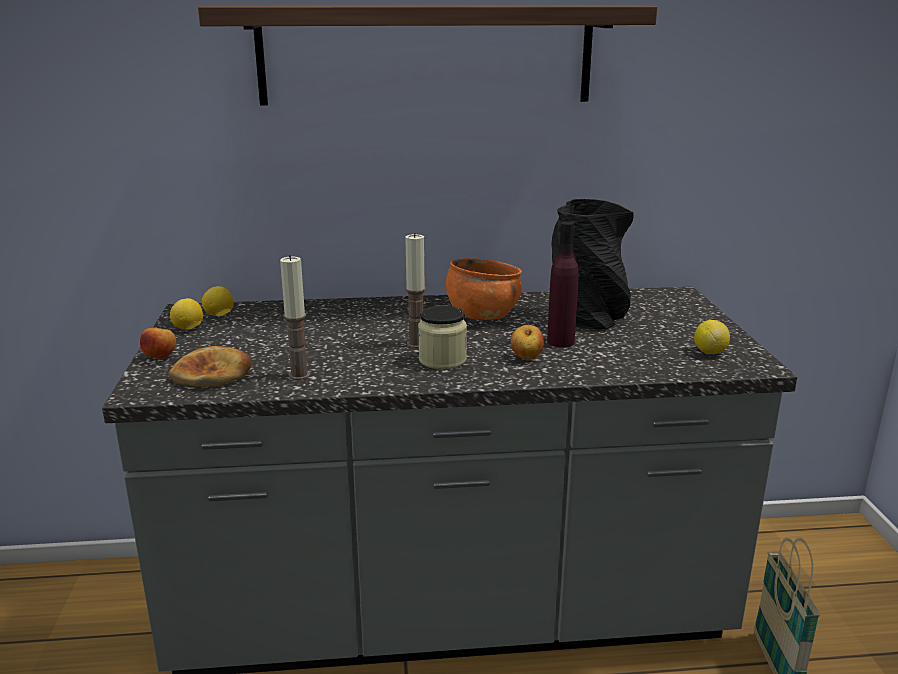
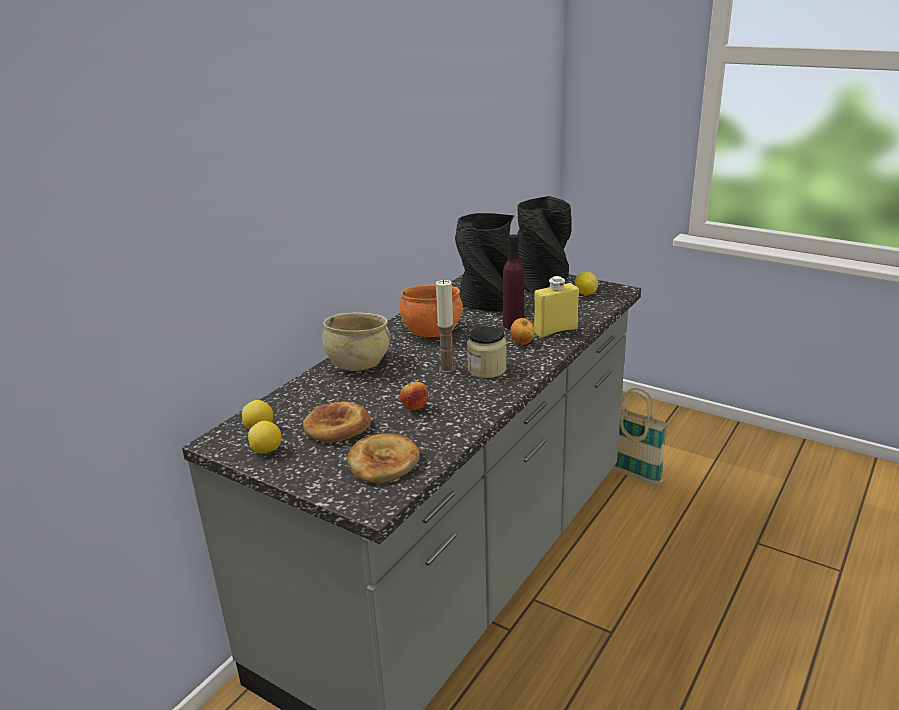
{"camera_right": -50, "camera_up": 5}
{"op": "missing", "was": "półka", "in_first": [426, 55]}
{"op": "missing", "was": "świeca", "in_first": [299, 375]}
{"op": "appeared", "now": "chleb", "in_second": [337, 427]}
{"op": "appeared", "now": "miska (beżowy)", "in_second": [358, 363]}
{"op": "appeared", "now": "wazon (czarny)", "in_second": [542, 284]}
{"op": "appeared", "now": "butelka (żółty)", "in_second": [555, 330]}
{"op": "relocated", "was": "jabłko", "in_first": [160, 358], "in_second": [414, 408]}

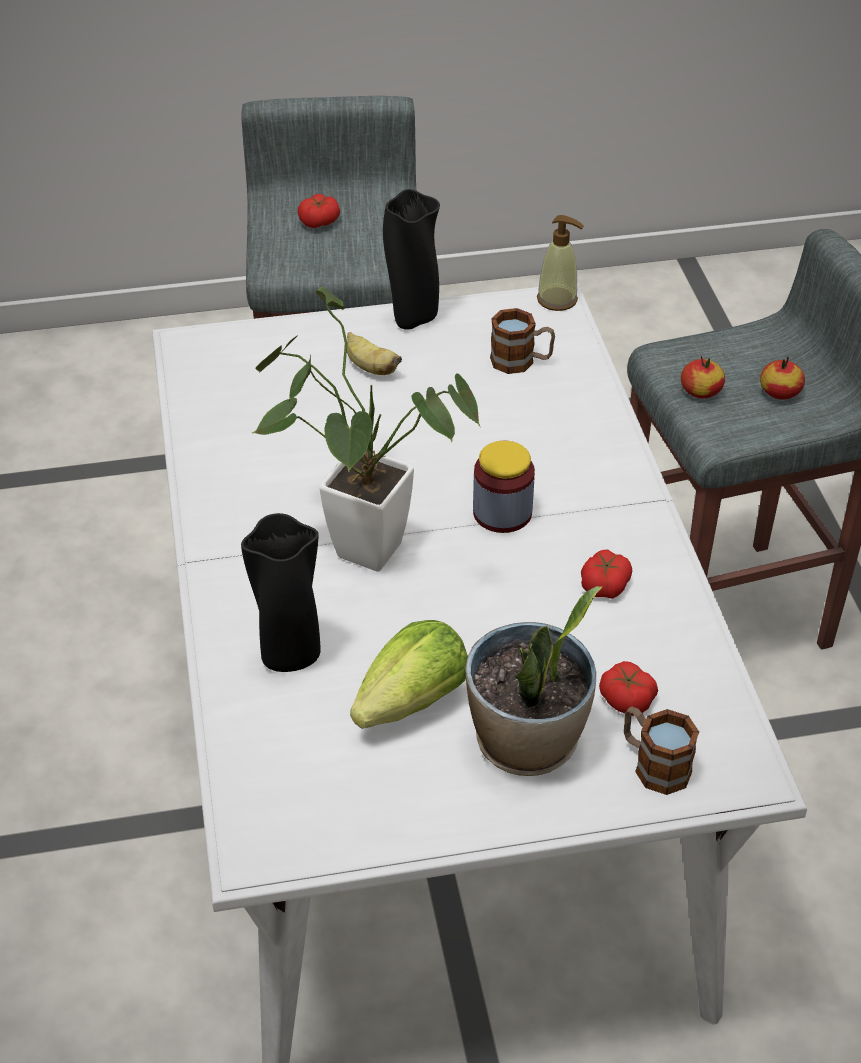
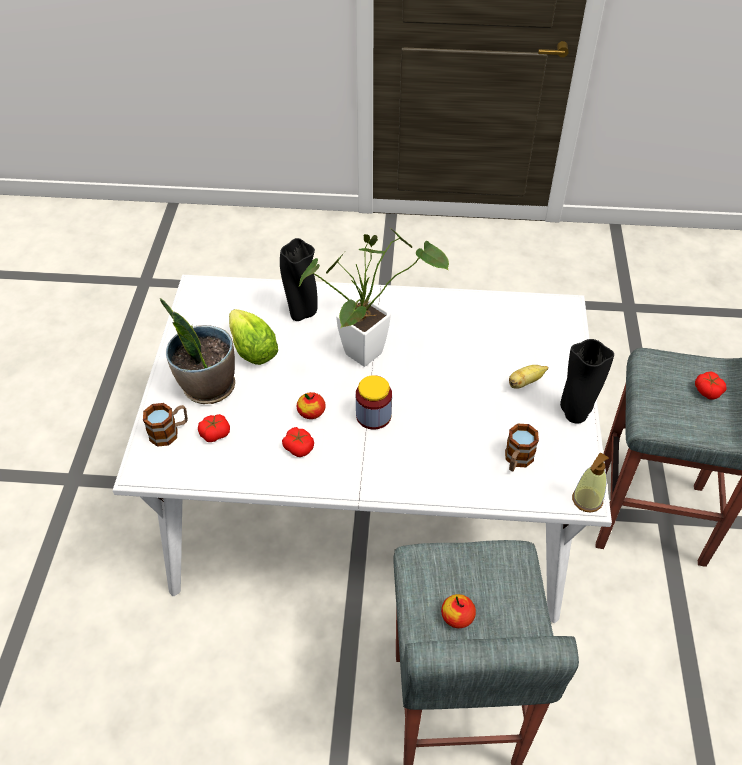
{"camera_right": 105, "camera_up": 5}
{"op": "relocated", "was": "jabłko", "in_first": [700, 391], "in_second": [311, 412]}

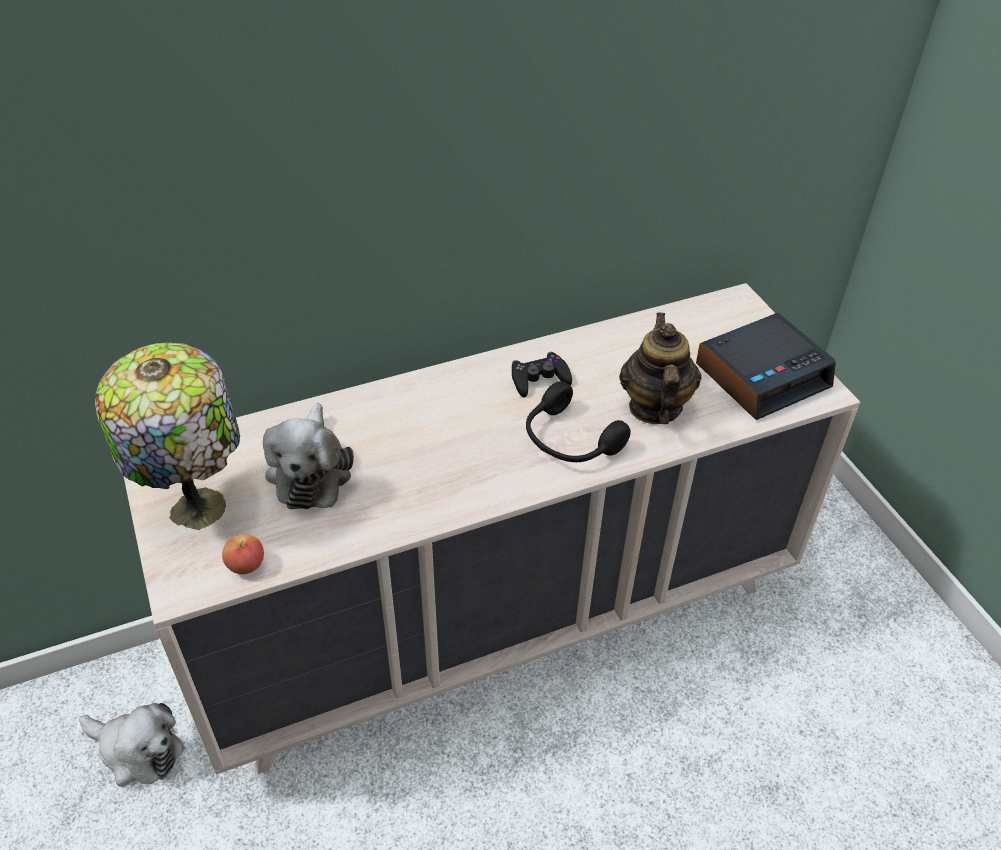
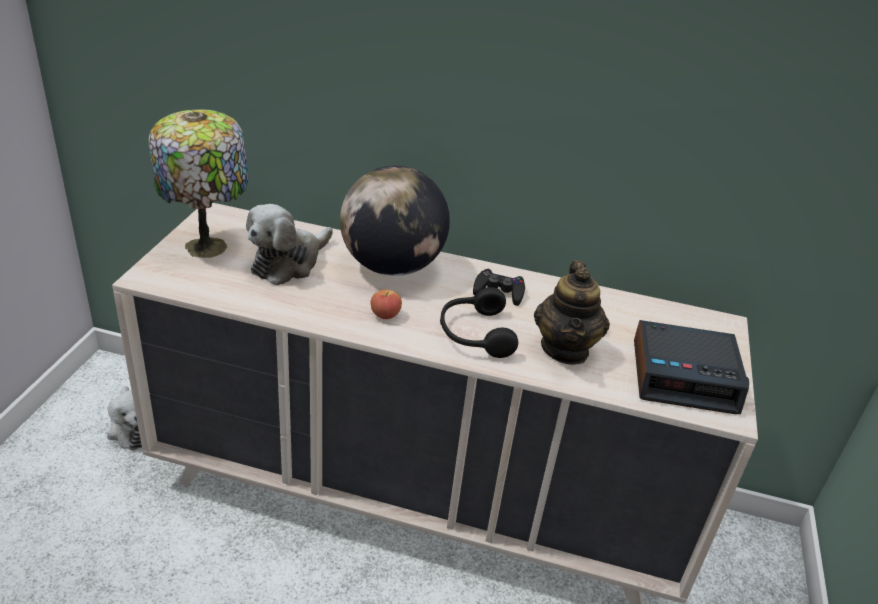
{"camera_right": 35, "camera_up": -10}
{"op": "appeared", "now": "globus", "in_second": [391, 266]}
{"op": "relocated", "was": "jabłko", "in_first": [246, 565], "in_second": [385, 315]}
{"op": "spun", "was": "imbryk", "in_first": [654, 407], "in_second": [565, 349], "clockwise": 150}

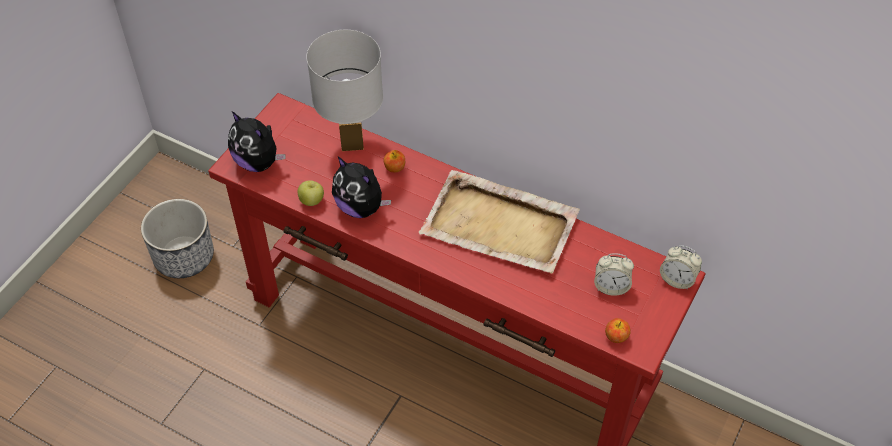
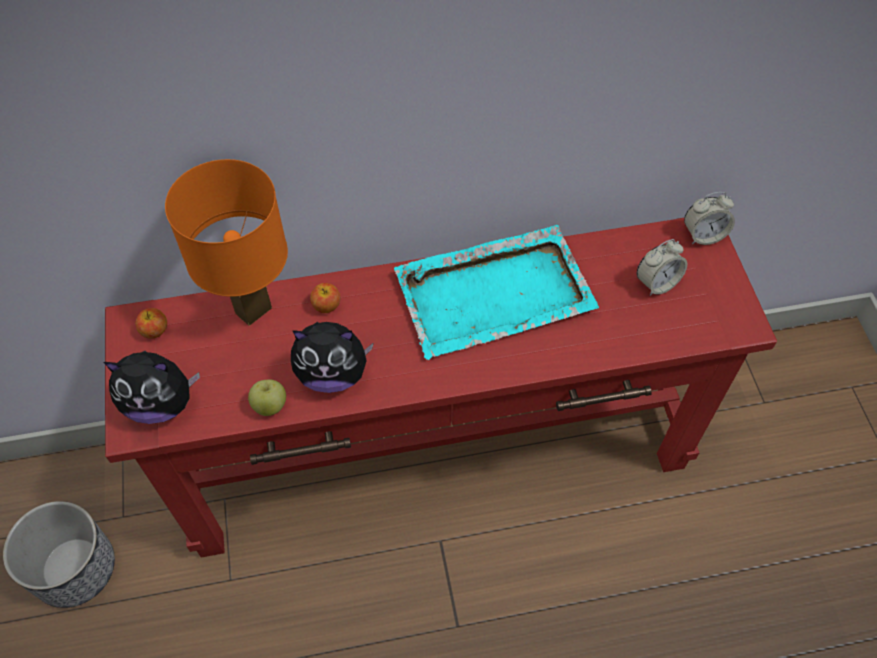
{"camera_right": -40, "camera_up": 5}
{"op": "relocated", "was": "jabłko", "in_first": [616, 337], "in_second": [155, 331]}
{"op": "colour", "was": "lampa stołowa (biały)", "now": "lampa stołowa (pomarańczowy)", "in_first": [352, 144], "in_second": [253, 310]}
{"op": "colour", "was": "taca (beżowy)", "now": "taca (turkusowy)", "in_first": [501, 226], "in_second": [496, 294]}

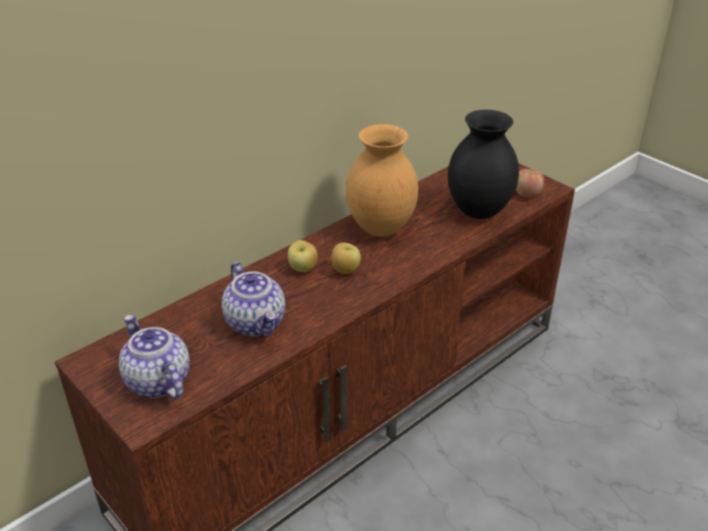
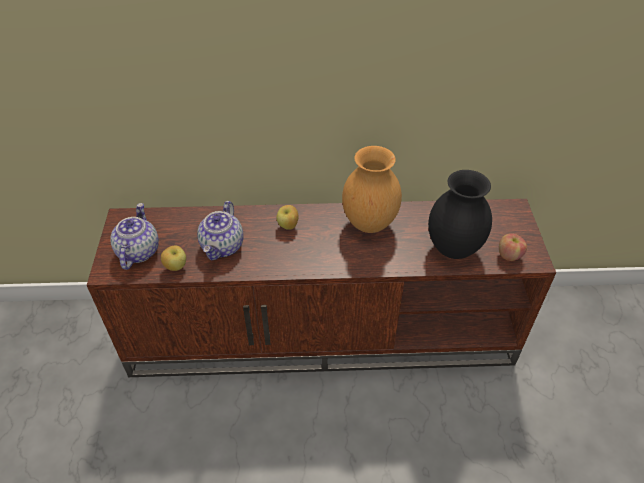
{"camera_right": 40, "camera_up": 10}
{"op": "relocated", "was": "jabłko", "in_first": [345, 270], "in_second": [176, 266]}

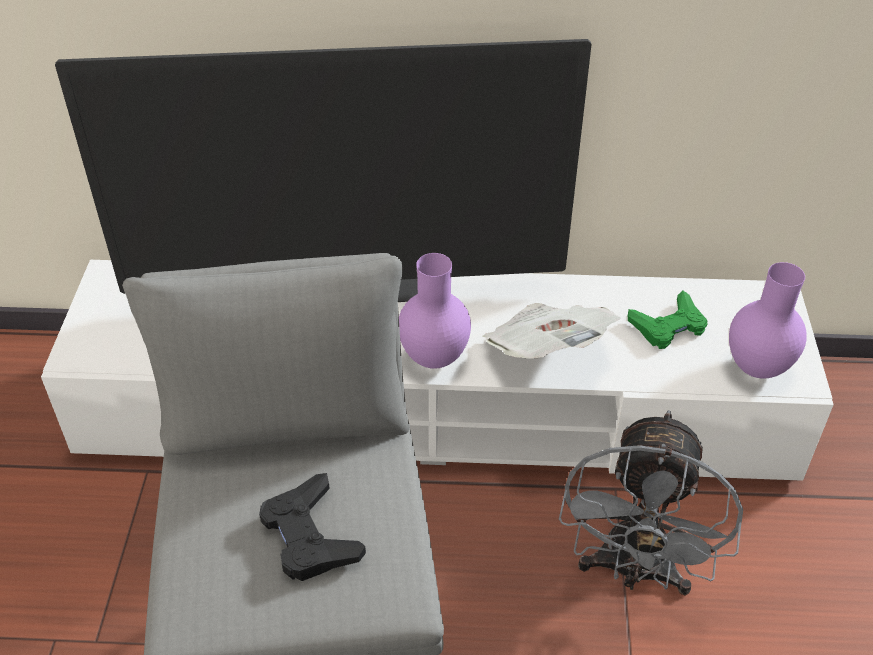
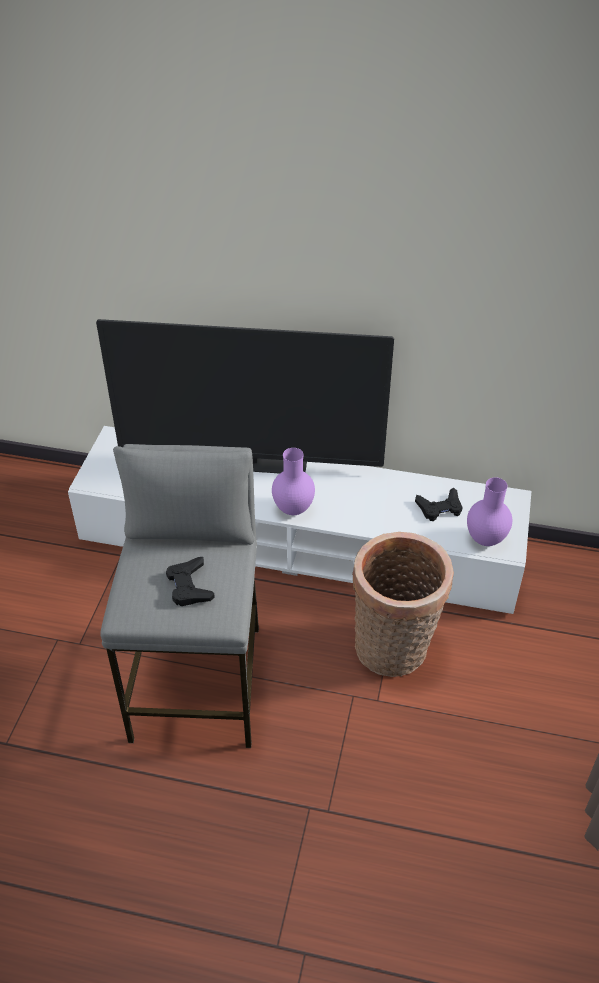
{"camera_right": 10, "camera_up": 0}
{"op": "missing", "was": "gazeta", "in_first": [546, 351]}
{"op": "exchanged", "was": "wentylator (szary)", "now": "koszyk", "in_first": [634, 571], "in_second": [394, 651]}
{"op": "colour", "was": "pad do gier (zielony)", "now": "pad do gier (czarny)", "in_first": [668, 326], "in_second": [440, 508]}

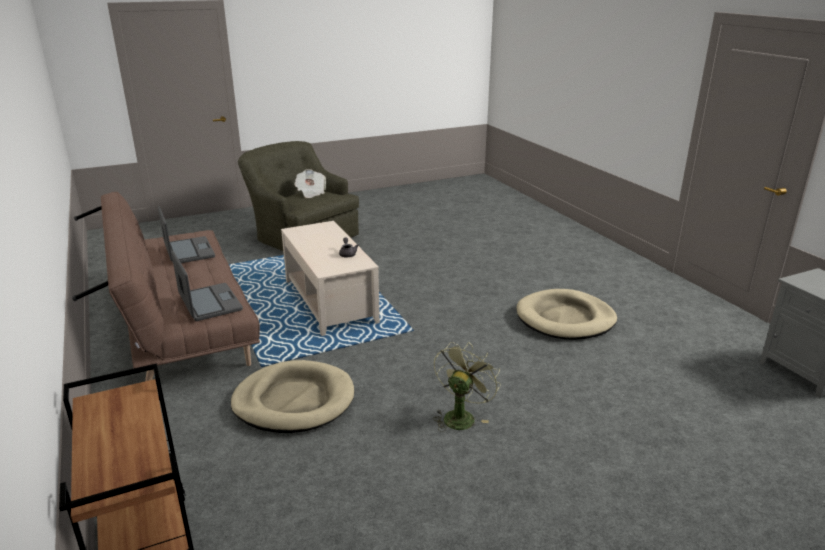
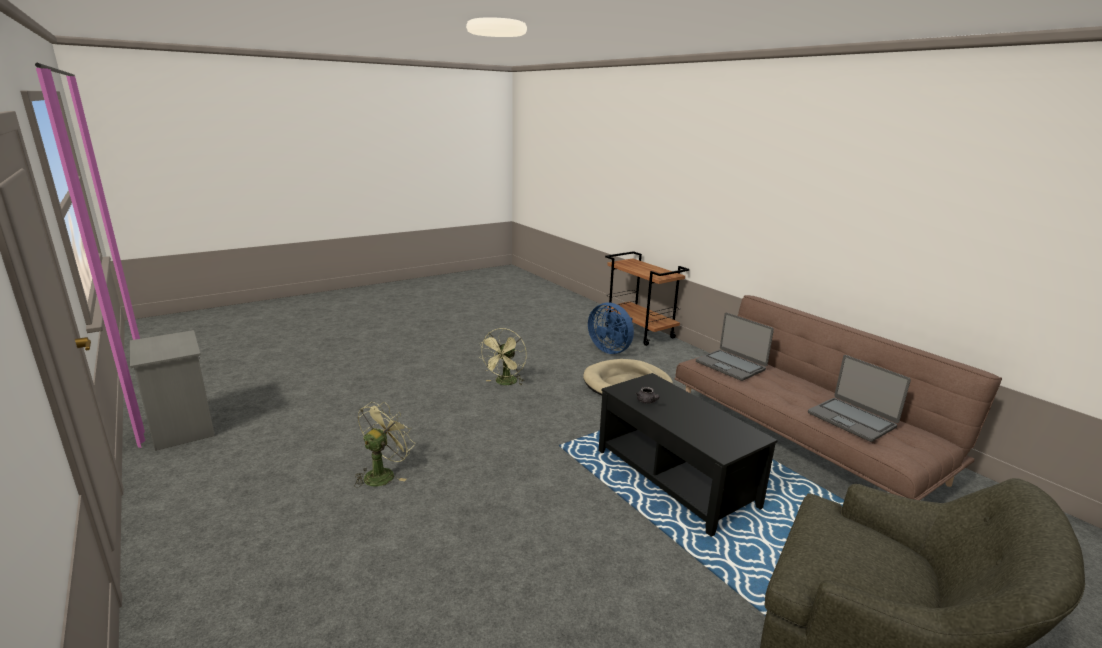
{"camera_right": 170, "camera_up": -5}
{"op": "missing", "was": "gazeta", "in_first": [311, 192]}
{"op": "appeared", "now": "wentylator (niebieski)", "in_second": [611, 350]}
{"op": "exchanged", "was": "legowisko (beżowy)", "now": "wentylator (zielony)", "in_first": [565, 319], "in_second": [383, 474]}
{"op": "colour", "was": "ława (beżowy)", "now": "ława (czarny)", "in_first": [329, 301], "in_second": [675, 478]}

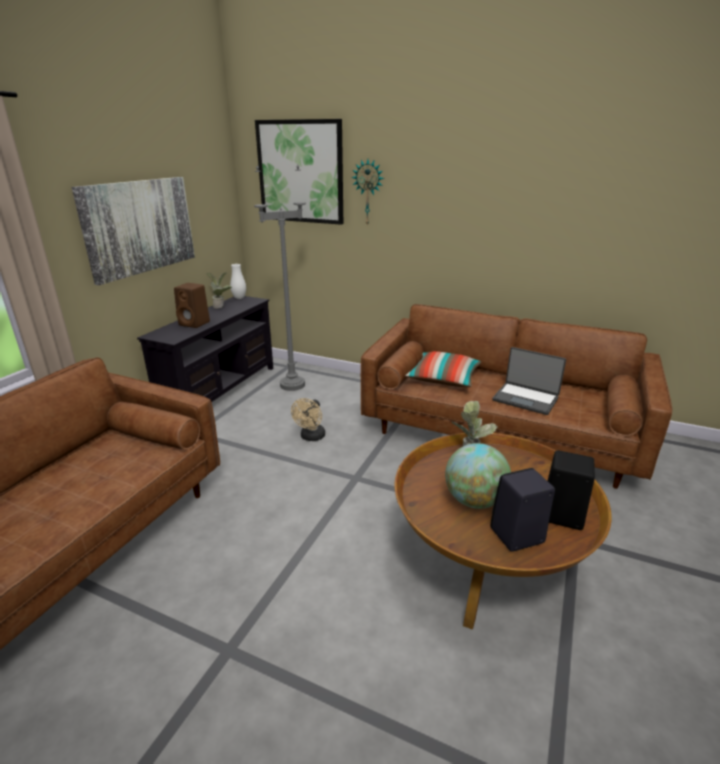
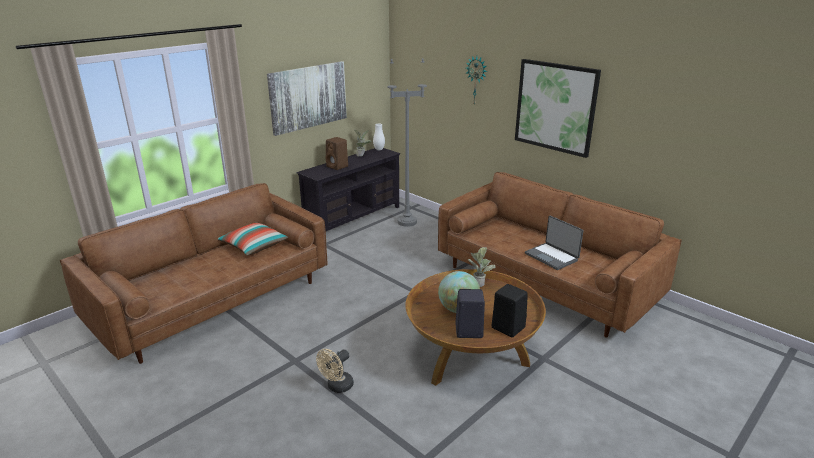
{"camera_right": 20, "camera_up": 0}
{"op": "relocated", "was": "obraz", "in_first": [300, 172], "in_second": [555, 107]}
{"op": "relocated", "was": "wentylator (beżowy)", "in_first": [311, 437], "in_second": [337, 387]}
{"op": "relocated", "was": "poduszka", "in_first": [443, 379], "in_second": [254, 246]}

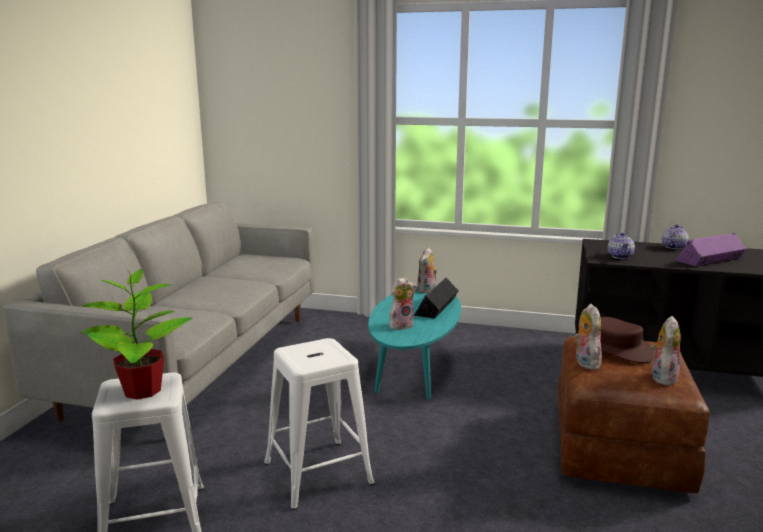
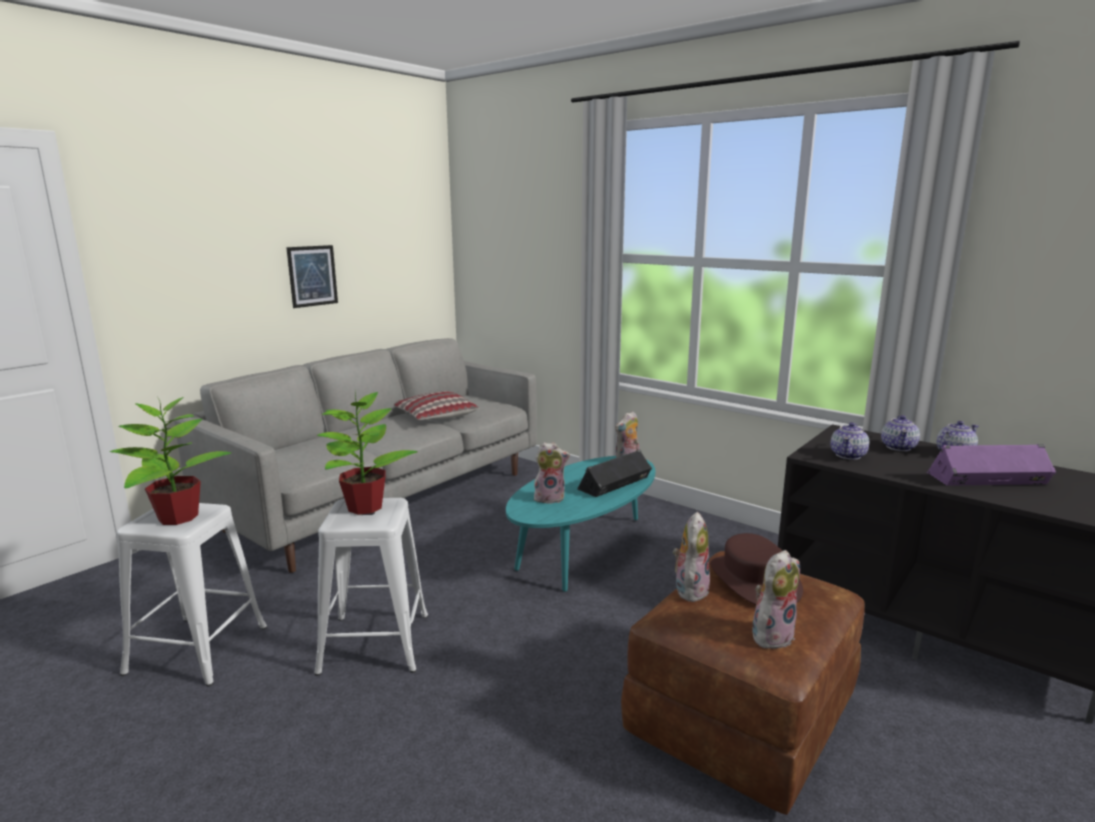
{"camera_right": 25, "camera_up": 0}
{"op": "appeared", "now": "obraz", "in_second": [312, 276]}
{"op": "appeared", "now": "roślina doniczkowa", "in_second": [365, 506]}
{"op": "appeared", "now": "poduszka", "in_second": [434, 416]}
{"op": "appeared", "now": "imbryk", "in_second": [898, 447]}

